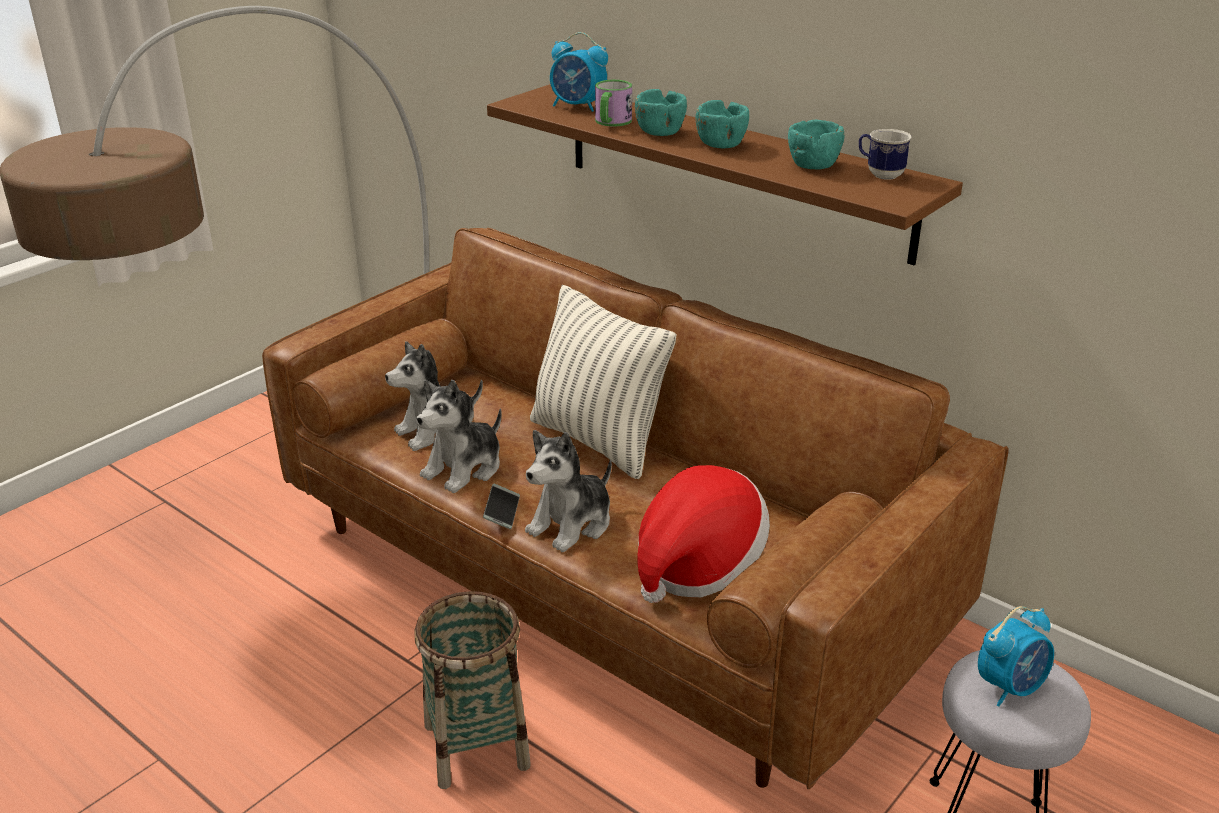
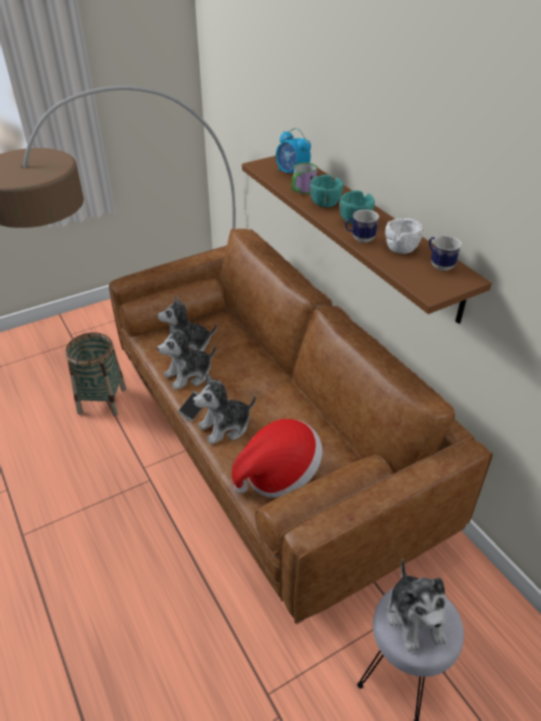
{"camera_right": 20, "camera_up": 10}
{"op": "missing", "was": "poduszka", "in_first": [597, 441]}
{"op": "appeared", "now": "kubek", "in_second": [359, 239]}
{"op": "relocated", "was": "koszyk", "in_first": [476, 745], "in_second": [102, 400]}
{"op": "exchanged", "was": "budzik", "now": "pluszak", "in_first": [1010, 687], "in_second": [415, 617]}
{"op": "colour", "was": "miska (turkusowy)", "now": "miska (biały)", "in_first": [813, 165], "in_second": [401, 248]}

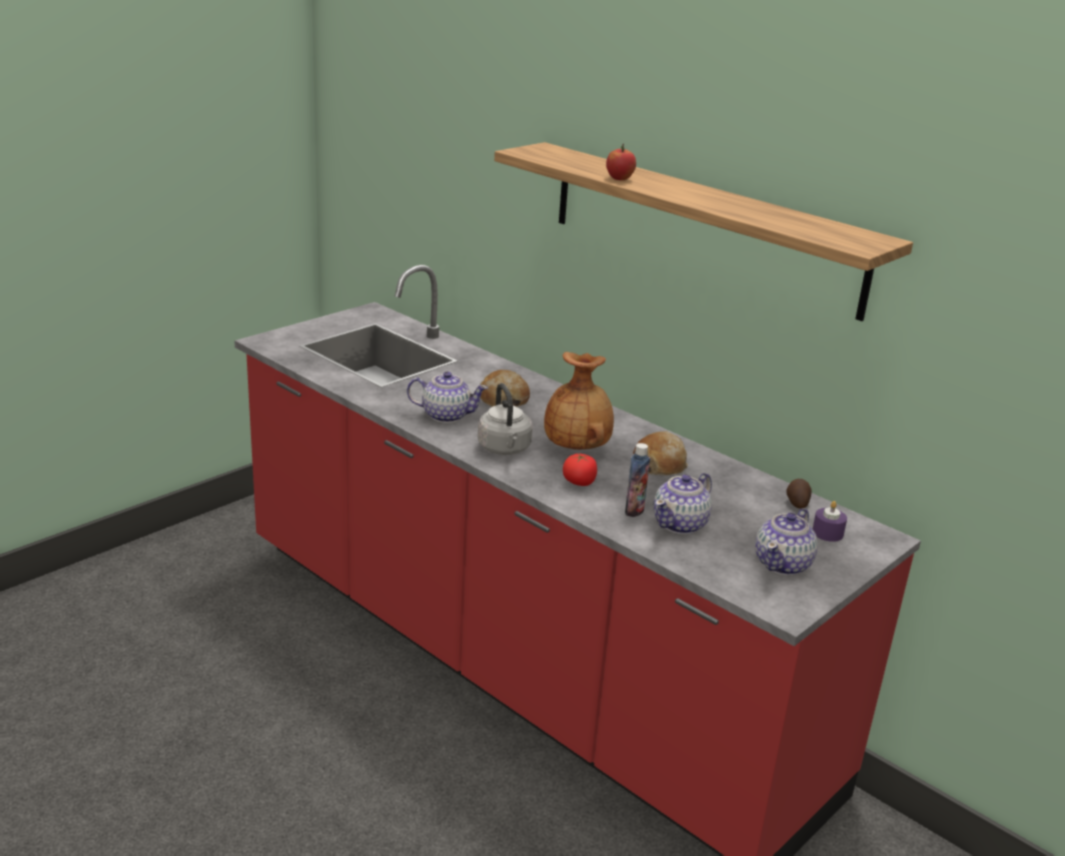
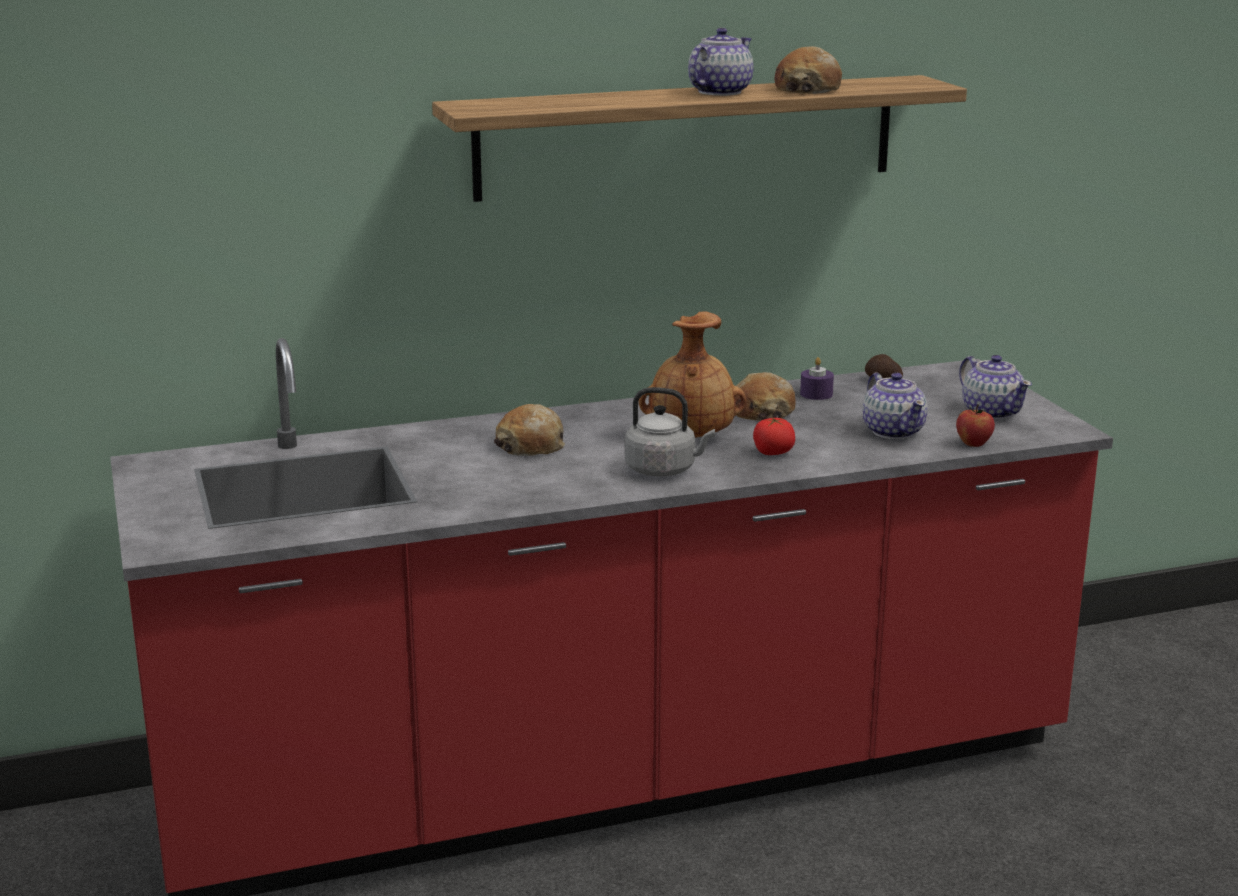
{"camera_right": -60, "camera_up": -5}
{"op": "missing", "was": "butelka", "in_first": [634, 510]}
{"op": "appeared", "now": "chleb", "in_second": [807, 89]}
{"op": "relocated", "was": "imbryk", "in_first": [446, 415], "in_second": [719, 92]}
{"op": "relocated", "was": "jabłko", "in_first": [619, 178], "in_second": [973, 444]}
{"op": "relocated", "was": "świeca (fioletowy)", "in_first": [827, 533], "in_second": [816, 394]}

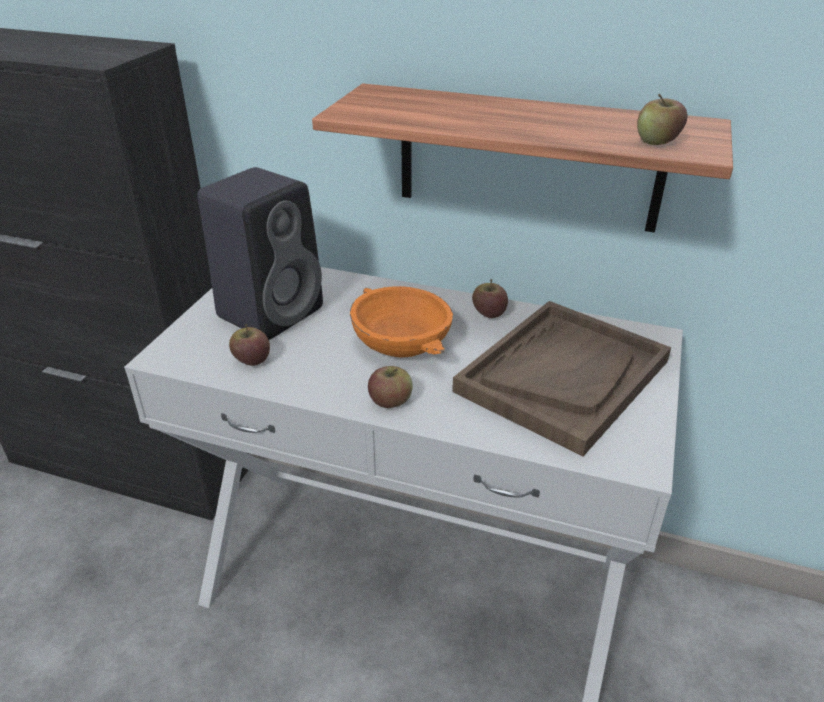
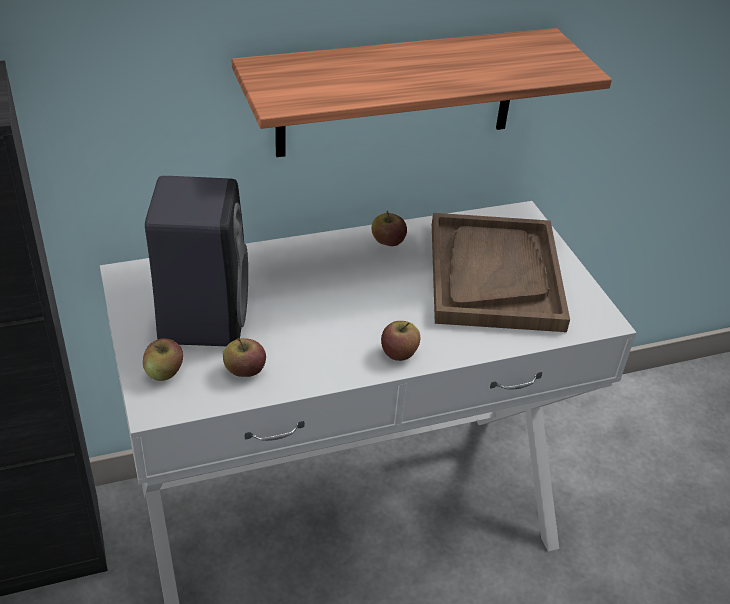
{"camera_right": -40, "camera_up": 5}
{"op": "missing", "was": "miska (pomarańczowy)", "in_first": [399, 342]}
{"op": "relocated", "was": "jabłko", "in_first": [657, 142], "in_second": [164, 372]}

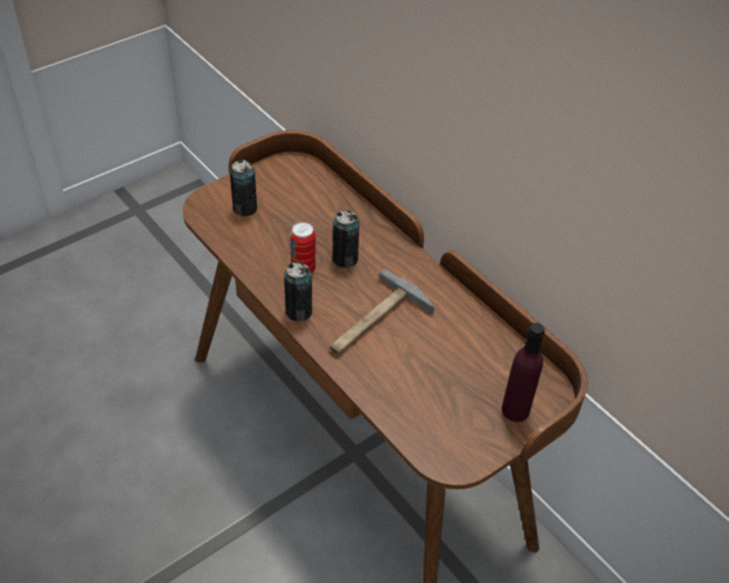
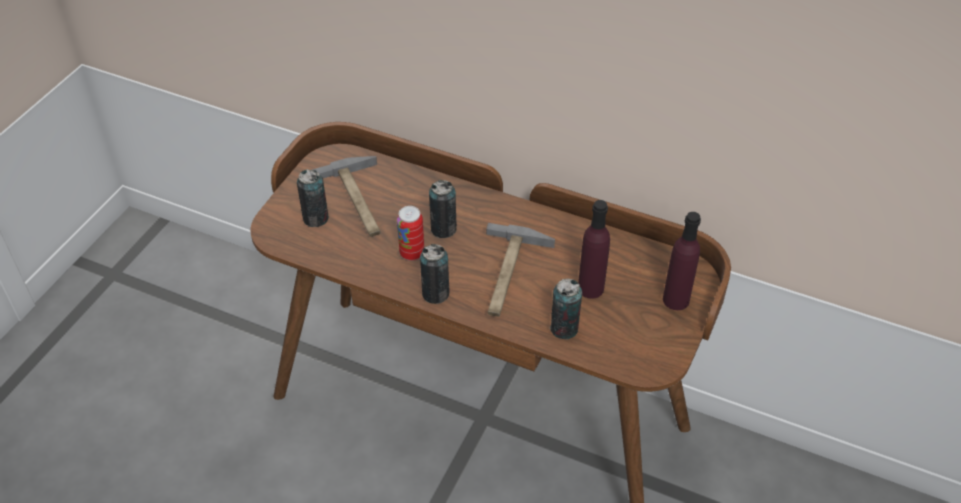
{"camera_right": -25, "camera_up": 0}
{"op": "appeared", "now": "młotek", "in_second": [359, 200]}
{"op": "appeared", "now": "puszka", "in_second": [564, 328]}
{"op": "appeared", "now": "butelka (fioletowy)", "in_second": [590, 288]}

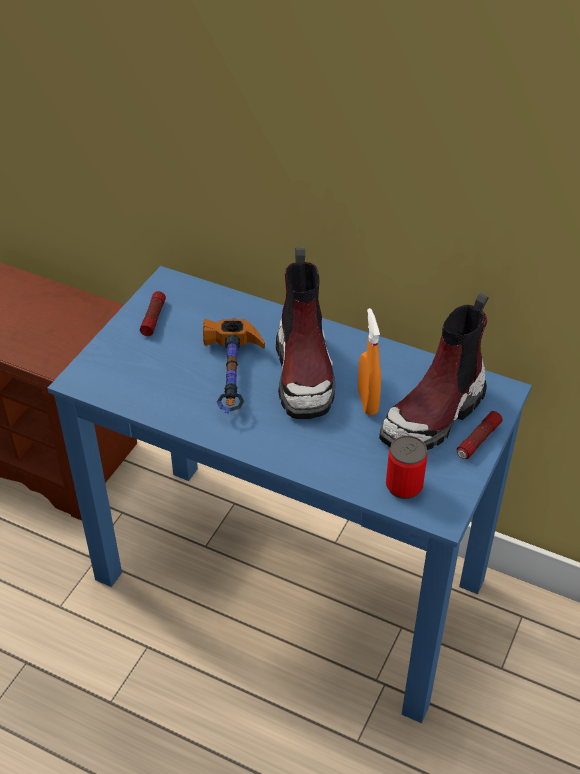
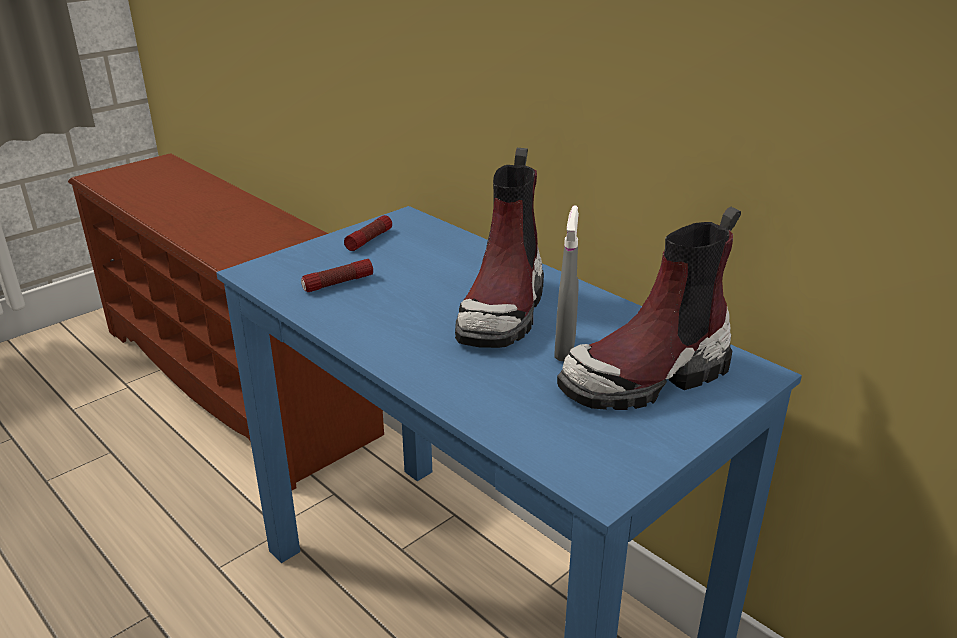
{"camera_right": 20, "camera_up": -15}
{"op": "missing", "was": "młotek", "in_first": [233, 378]}
{"op": "missing", "was": "puszka", "in_first": [404, 486]}
{"op": "relocated", "was": "latarka", "in_first": [478, 440], "in_second": [338, 283]}
{"op": "colour", "was": "spryskiwacz (pomarańczowy)", "now": "spryskiwacz (szary)", "in_first": [367, 402], "in_second": [565, 349]}

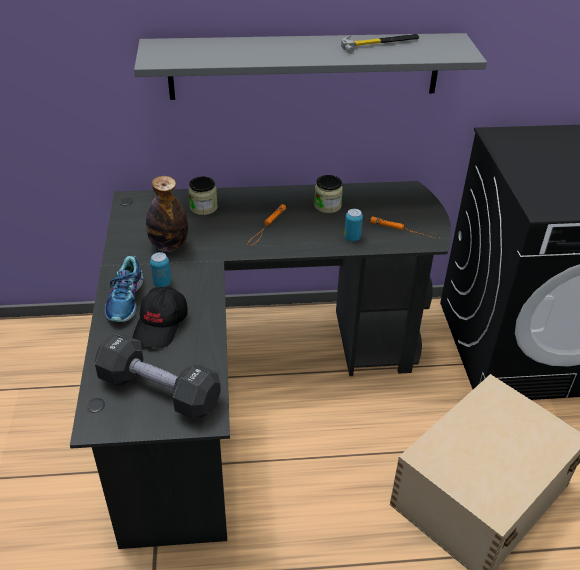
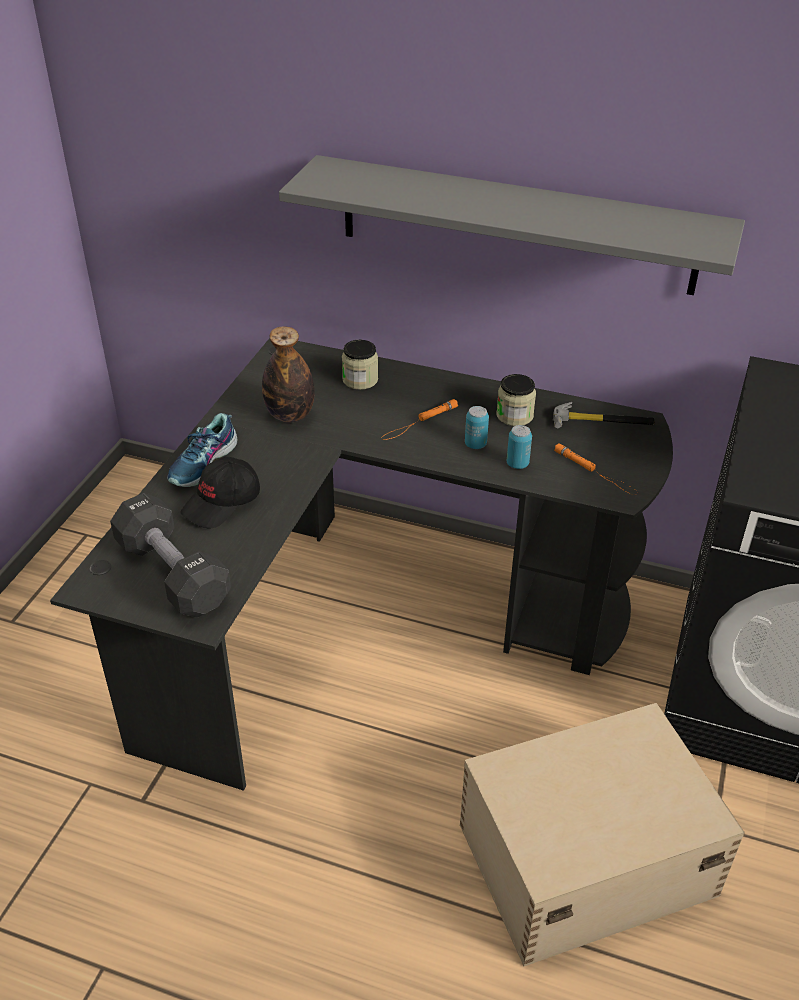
{"camera_right": 25, "camera_up": 0}
{"op": "relocated", "was": "puszka", "in_first": [162, 283], "in_second": [475, 444]}
{"op": "relocated", "was": "młotek", "in_first": [379, 43], "in_second": [603, 420]}

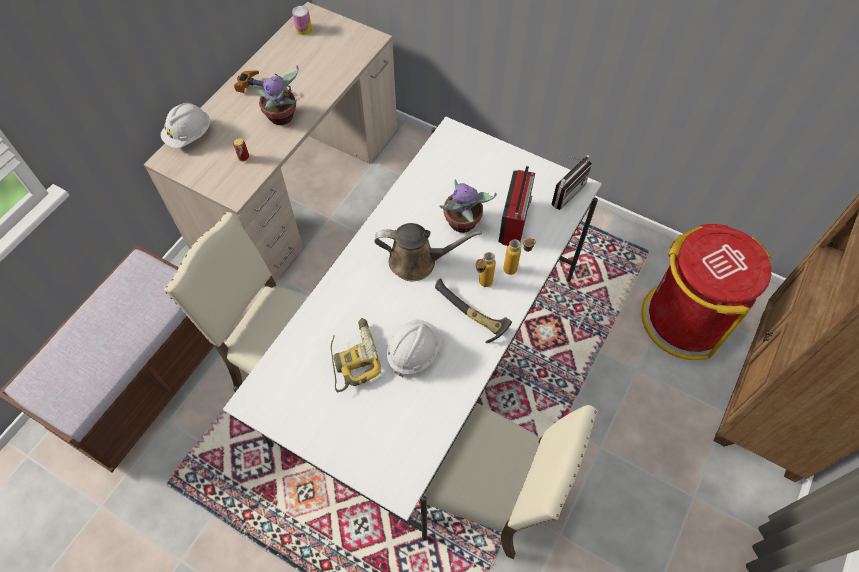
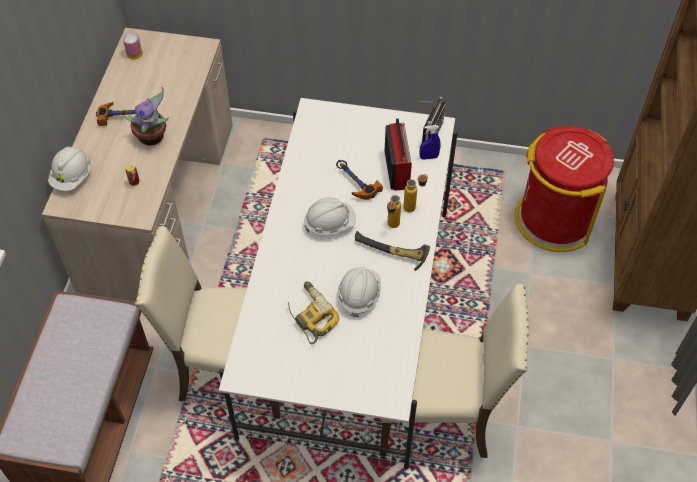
{"camera_right": -20, "camera_up": -5}
{"op": "appeared", "now": "spryskiwacz (niebieski)", "in_second": [429, 157]}
{"op": "exchanged", "was": "konewka (brązowy)", "now": "kask (biały)", "in_first": [417, 261], "in_second": [330, 224]}
{"op": "exchanged", "was": "roślina doniczkowa", "now": "młotek", "in_first": [462, 223], "in_second": [354, 183]}

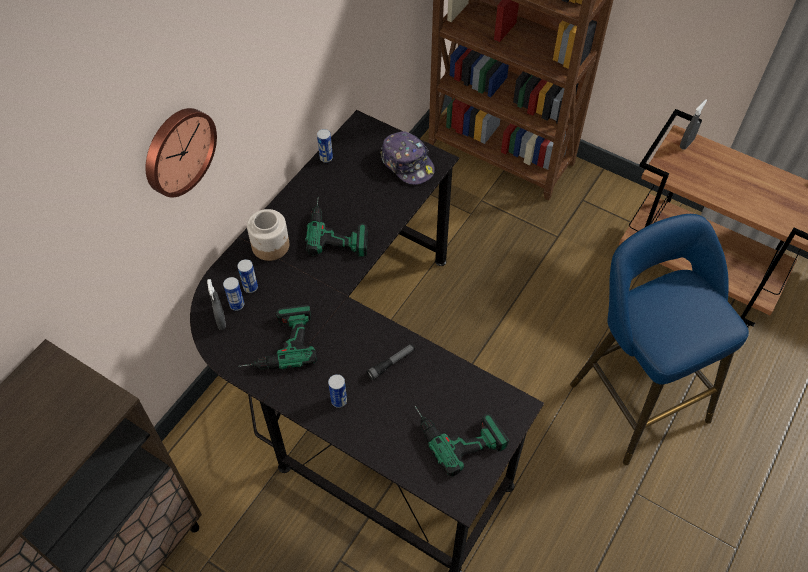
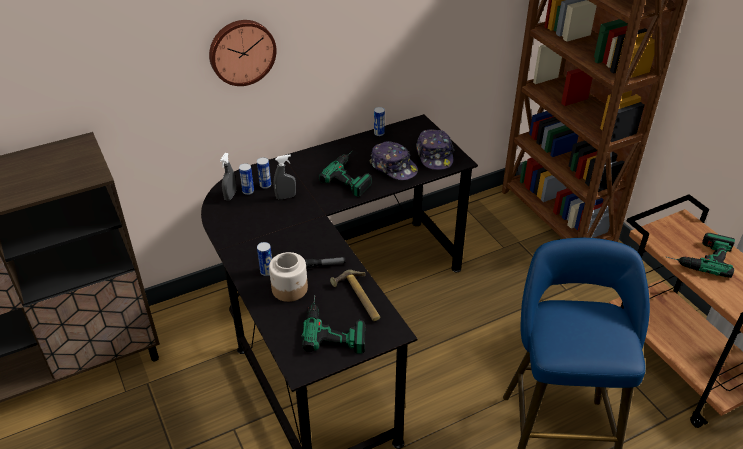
{"camera_right": 30, "camera_up": -15}
{"op": "appeared", "now": "młotek", "in_second": [358, 299]}
{"op": "appeared", "now": "czapka z daszkiem", "in_second": [393, 167]}
{"op": "relocated", "was": "wiertarka", "in_first": [276, 344], "in_second": [698, 256]}
{"op": "relocated", "was": "słoik", "in_first": [271, 245], "in_second": [290, 289]}
{"op": "relocated", "was": "spryskiwacz (szary)", "in_first": [686, 143], "in_second": [286, 197]}

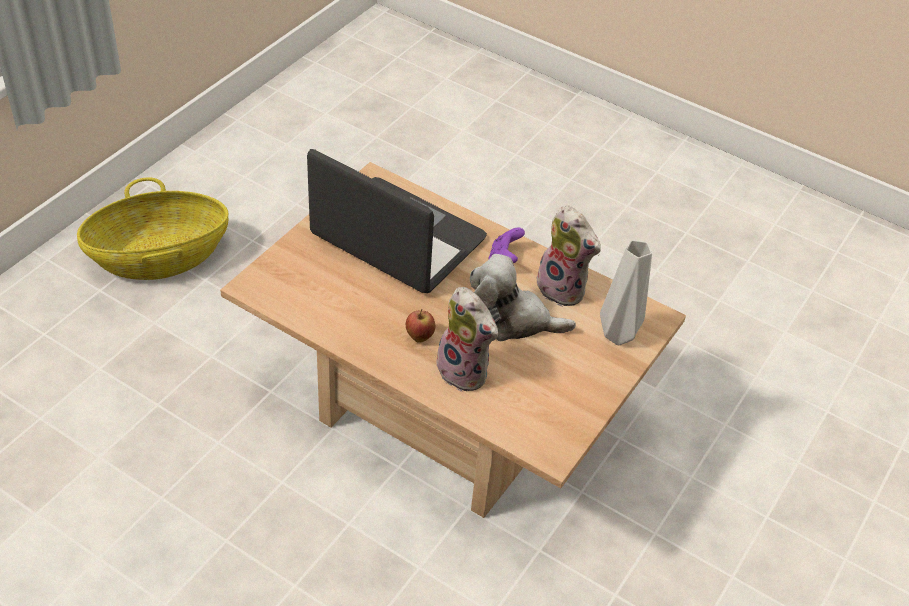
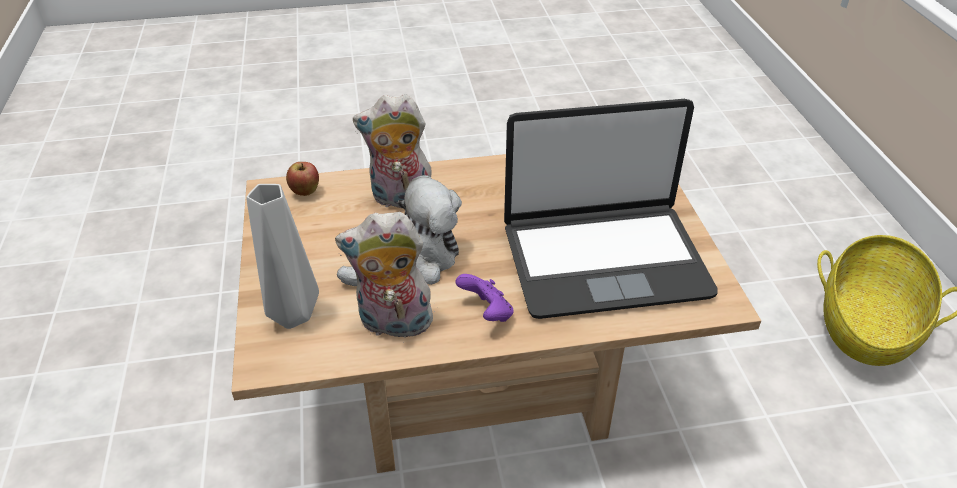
{"camera_right": 140, "camera_up": -5}
{"op": "relocated", "was": "jabłko", "in_first": [419, 337], "in_second": [305, 192]}

